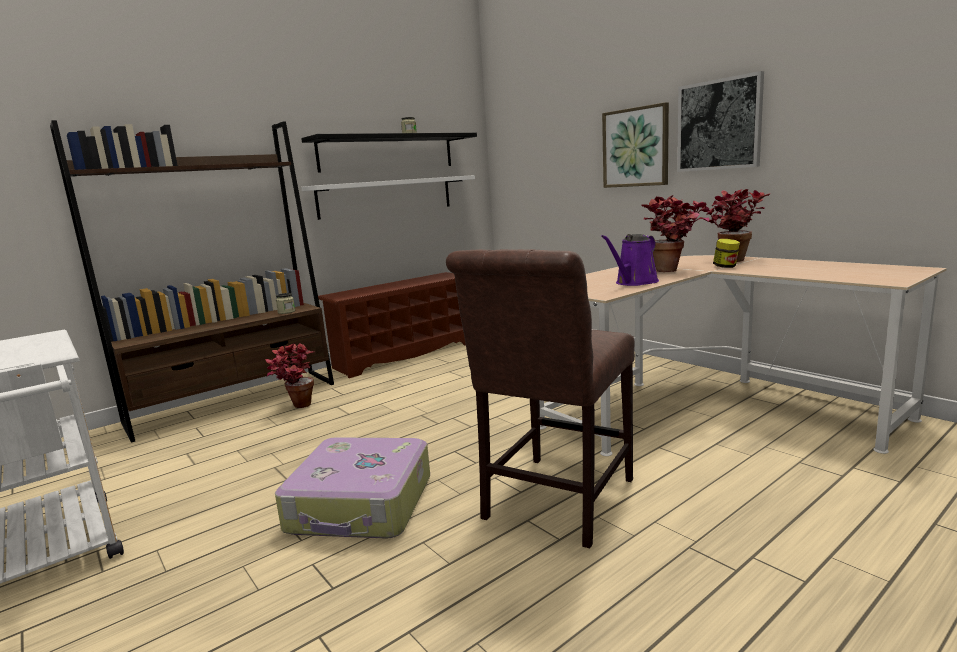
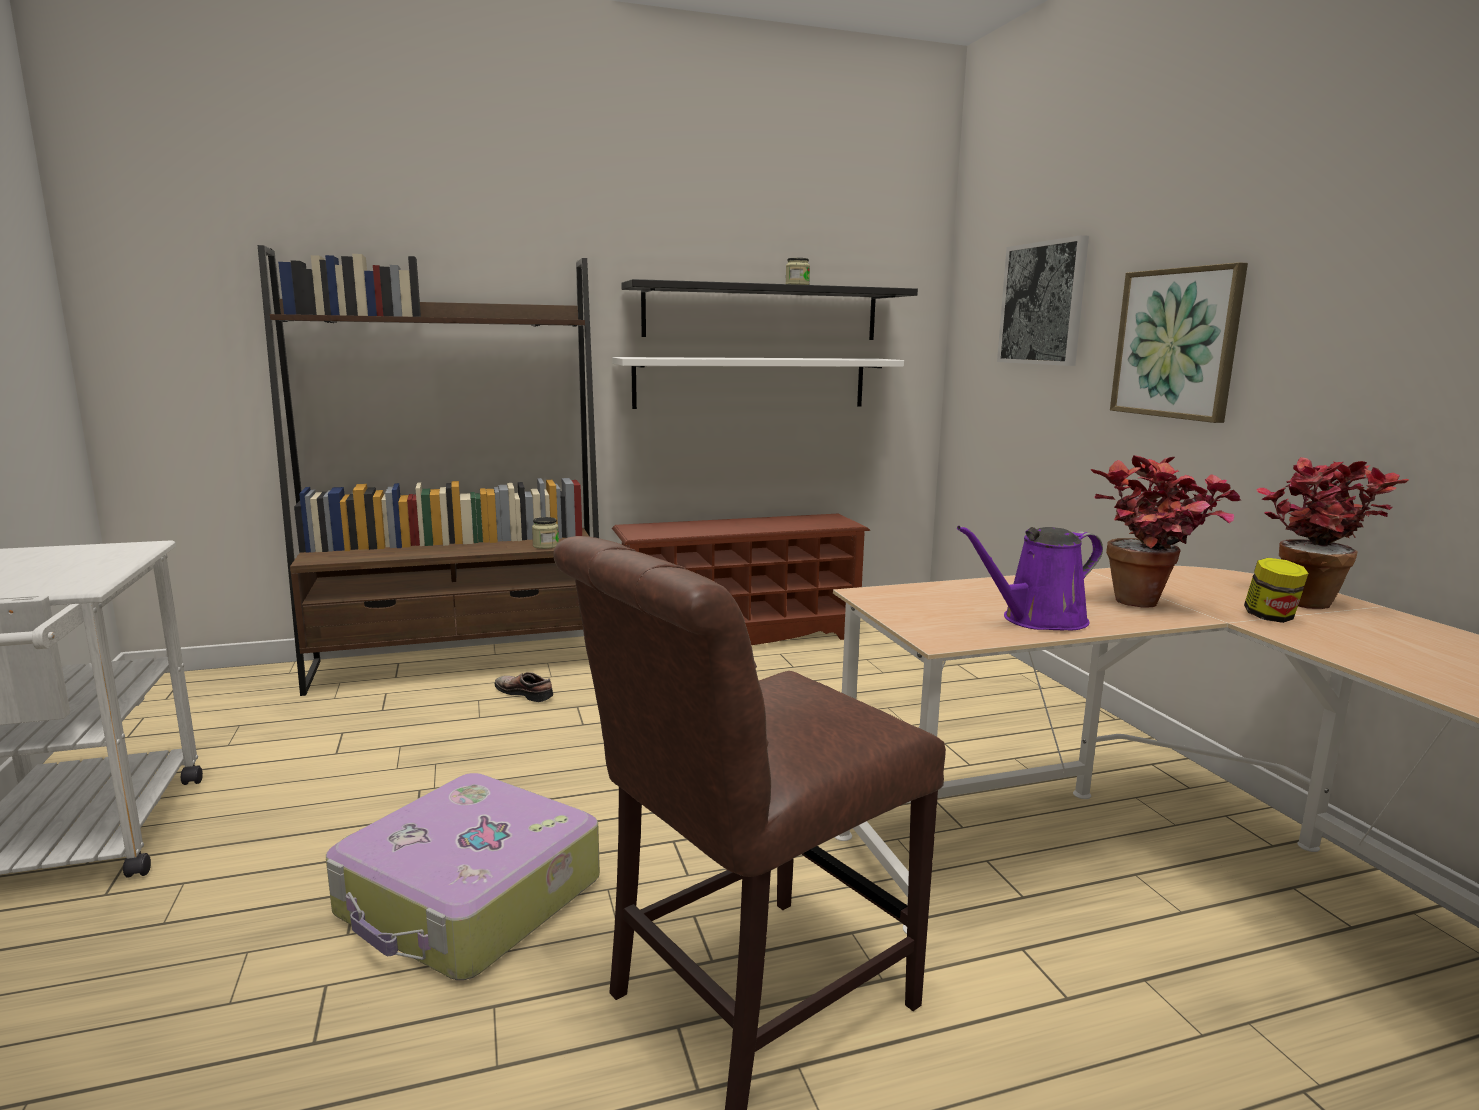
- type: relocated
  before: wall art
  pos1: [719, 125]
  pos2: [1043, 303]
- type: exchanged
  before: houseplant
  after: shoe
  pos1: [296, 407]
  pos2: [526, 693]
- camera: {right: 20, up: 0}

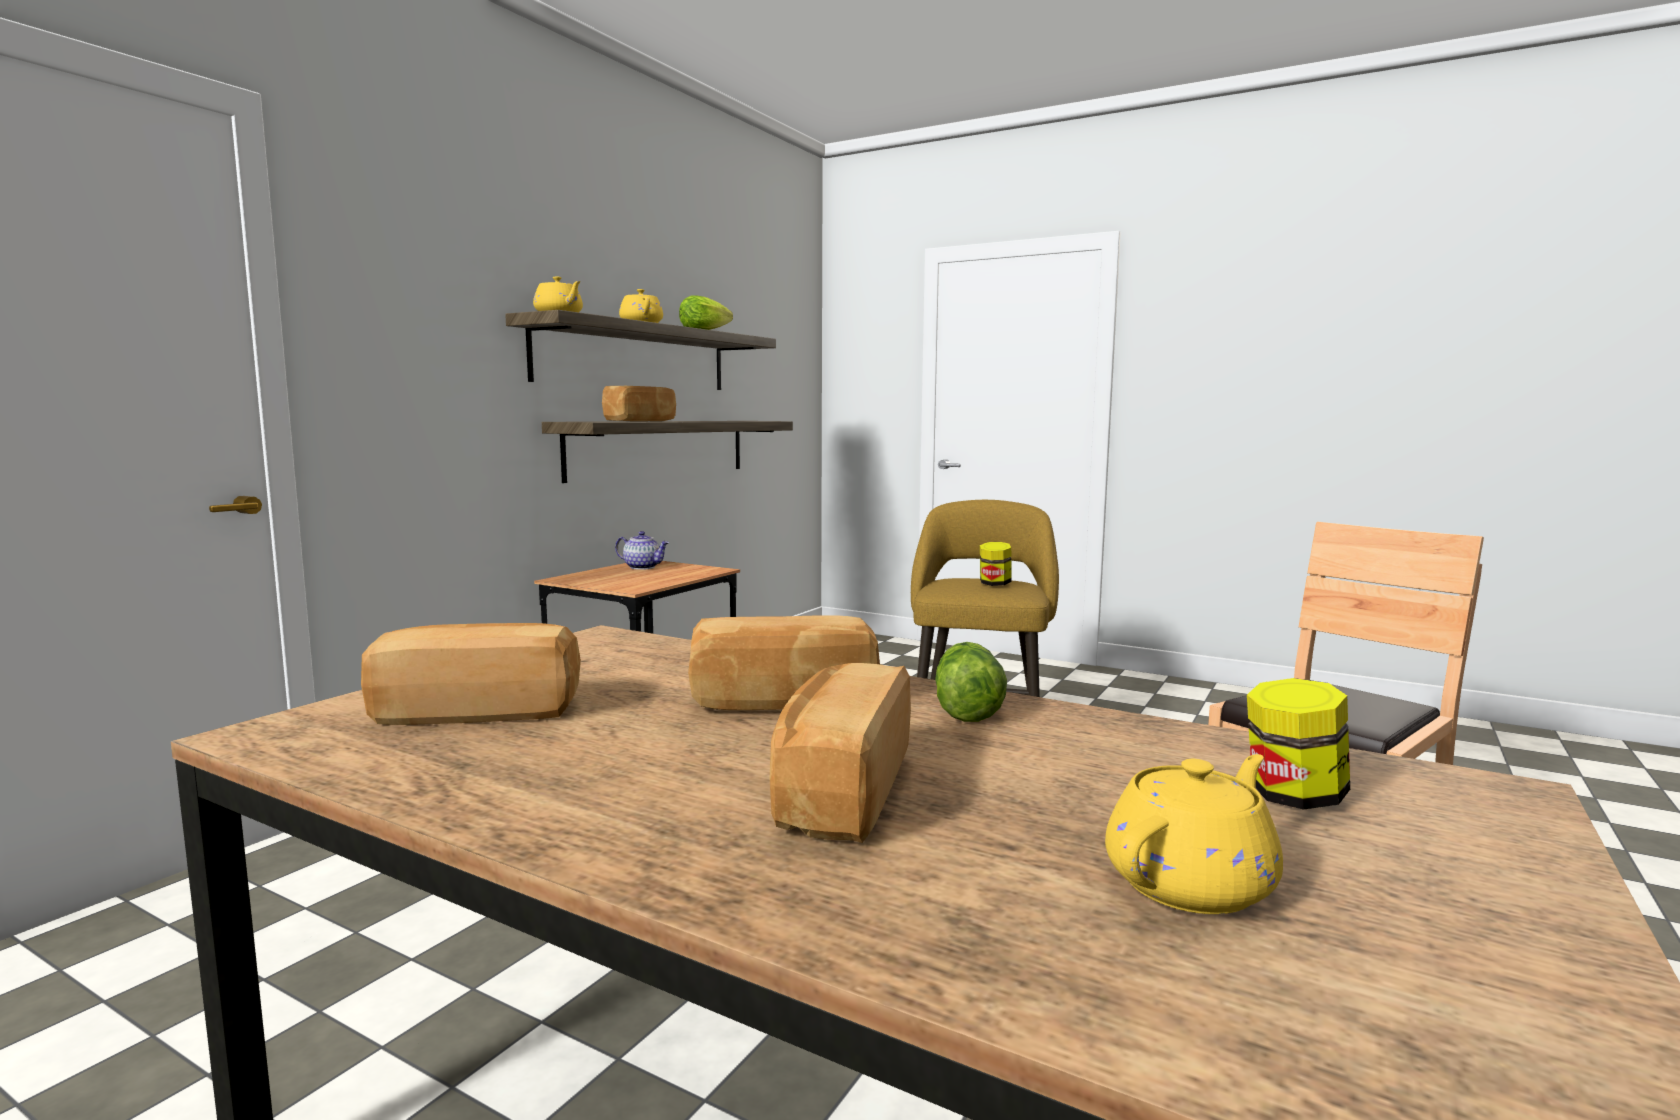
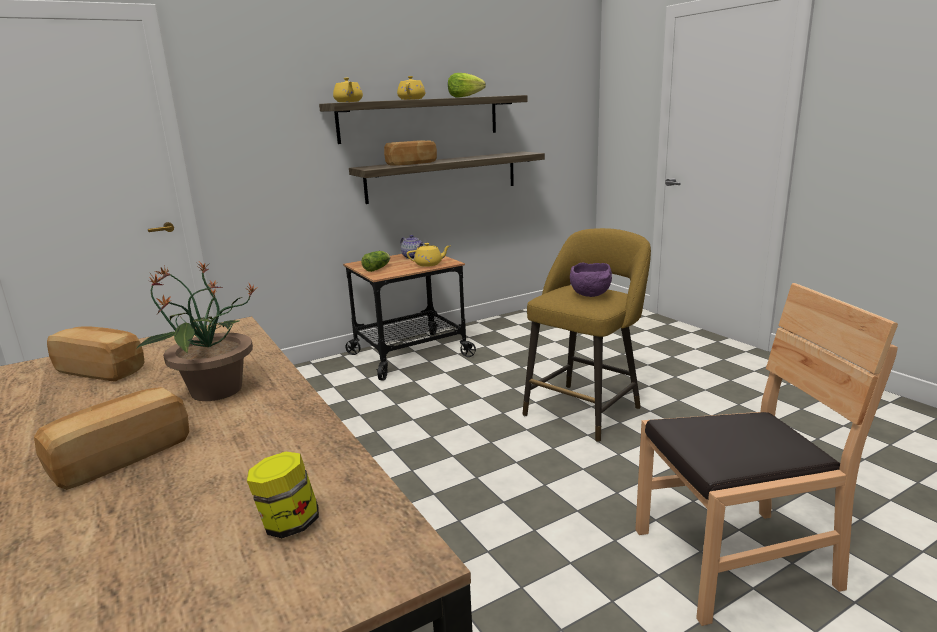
- type: exchanged
  before: preserve jar
  after: deep dish (purple-coloured)
  pos1: [994, 584]
  pos2: [591, 295]
- type: exchanged
  before: baked bread
  after: houseplant
  pos1: [784, 702]
  pos2: [214, 390]
- type: relocated
  before: lettuce head
  pos1: [967, 707]
  pos2: [378, 268]
- type: relocated
  before: pot for tea (yellowish)
  pos1: [1192, 883]
  pos2: [429, 264]
- camera: {right: 30, up: 10}

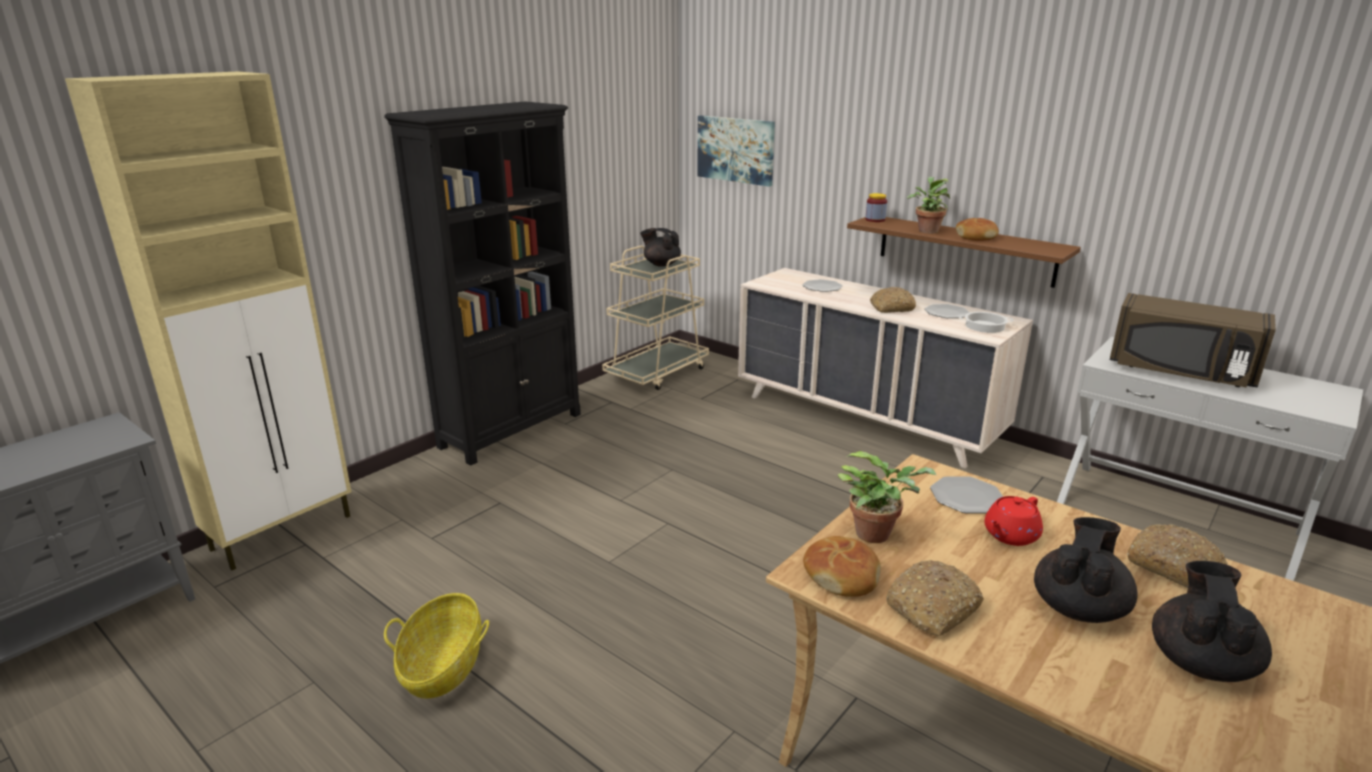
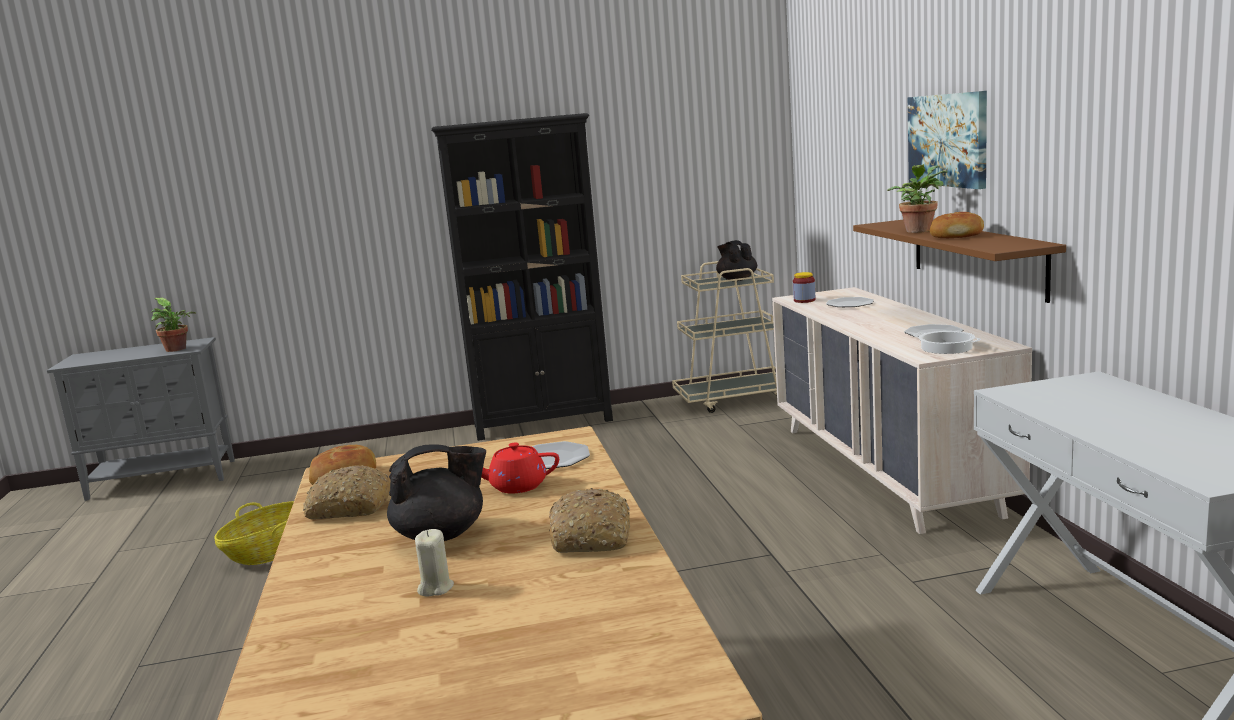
- type: missing
  before: storage cabinet (sand-coloured)
  pos1: [284, 532]
- type: relocated
  before: wall art
  pos1: [736, 150]
  pos2: [948, 140]
- type: relocated
  before: preserve jar
  pos1: [875, 220]
  pos2: [804, 300]
- type: missing
  before: baked bread
  pos1: [891, 308]
- type: missing
  before: microwave oven (brown-coloured)
  pos1: [1180, 371]
- type: relocated
  before: houseplant
  pos1: [877, 534]
  pos2: [177, 349]
- type: exchanged
  before: pot for tea (black)
  after: wax candle (sand-coloured)
  pos1: [1200, 662]
  pos2: [435, 588]
- camera: {right: 40, up: -10}

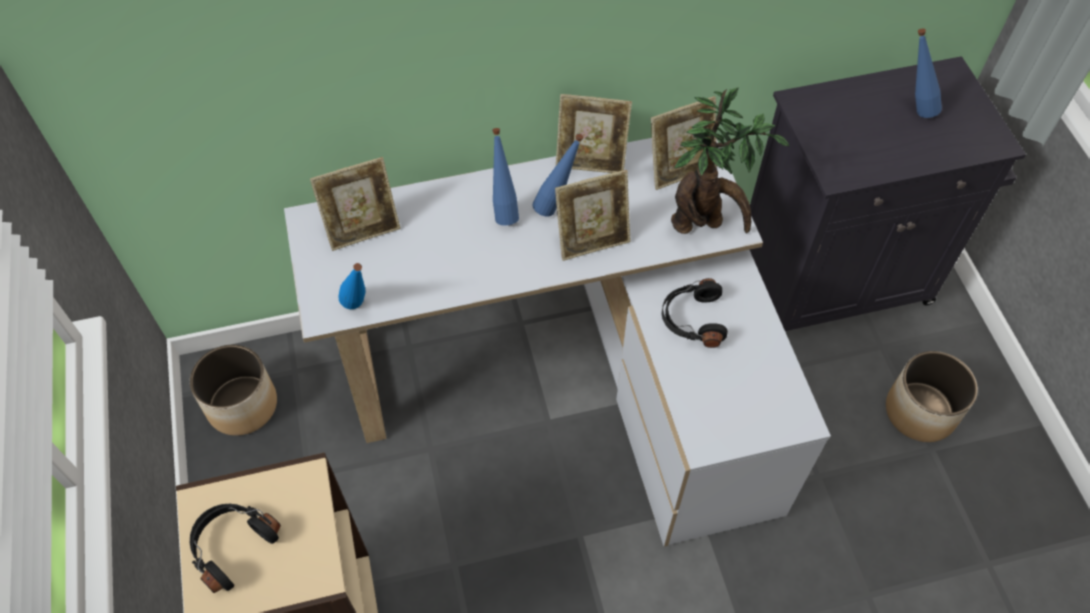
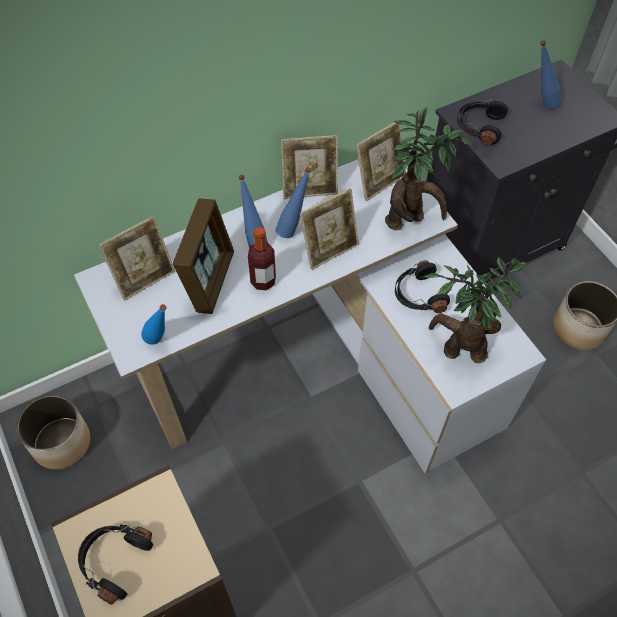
- type: appeared
  after: pair of headphones (black)
  pos2: [479, 127]
- type: appeared
  after: standing frame
  pos2: [210, 280]
- type: appeared
  after: drink bottle
  pos2: [263, 281]
- type: appeared
  after: houseplant
  pos2: [459, 348]
- camera: {right: -15, up: 0}

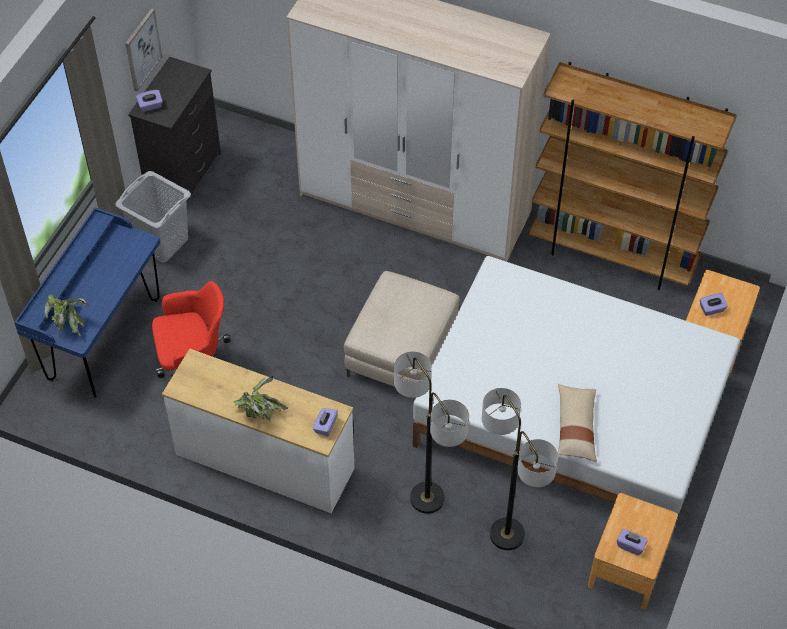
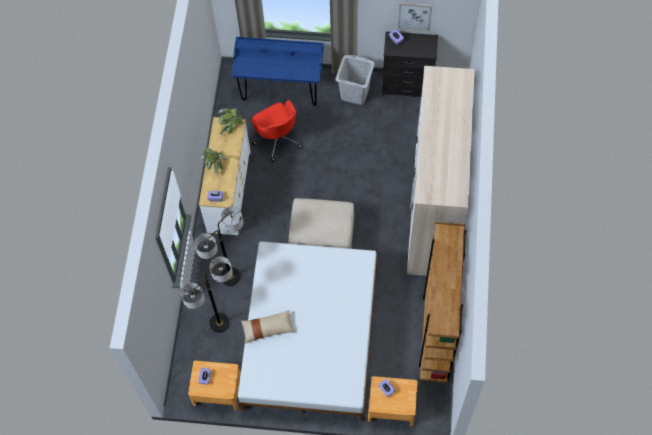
- type: relocated
  before: houseplant
  pos1: [69, 322]
  pos2: [231, 126]
- camera: {right: 75, up: 10}

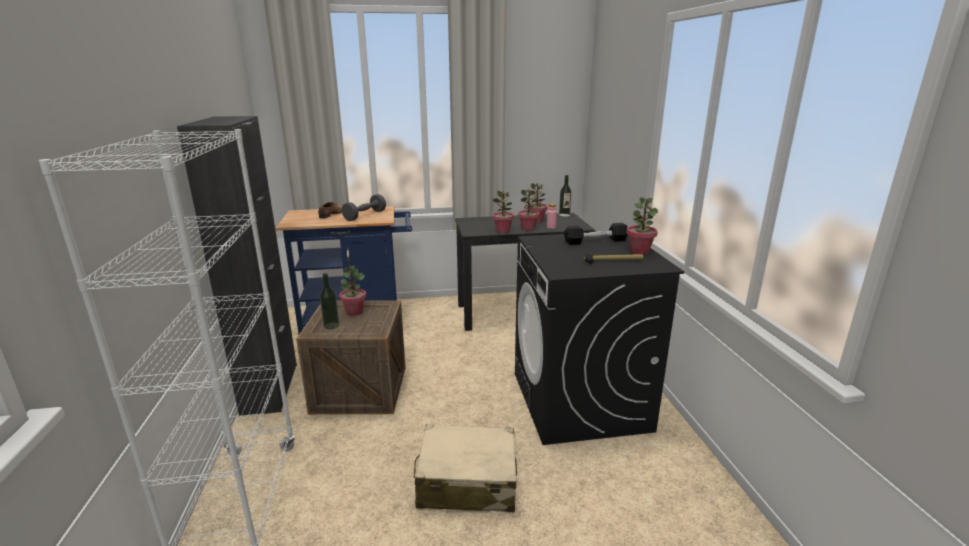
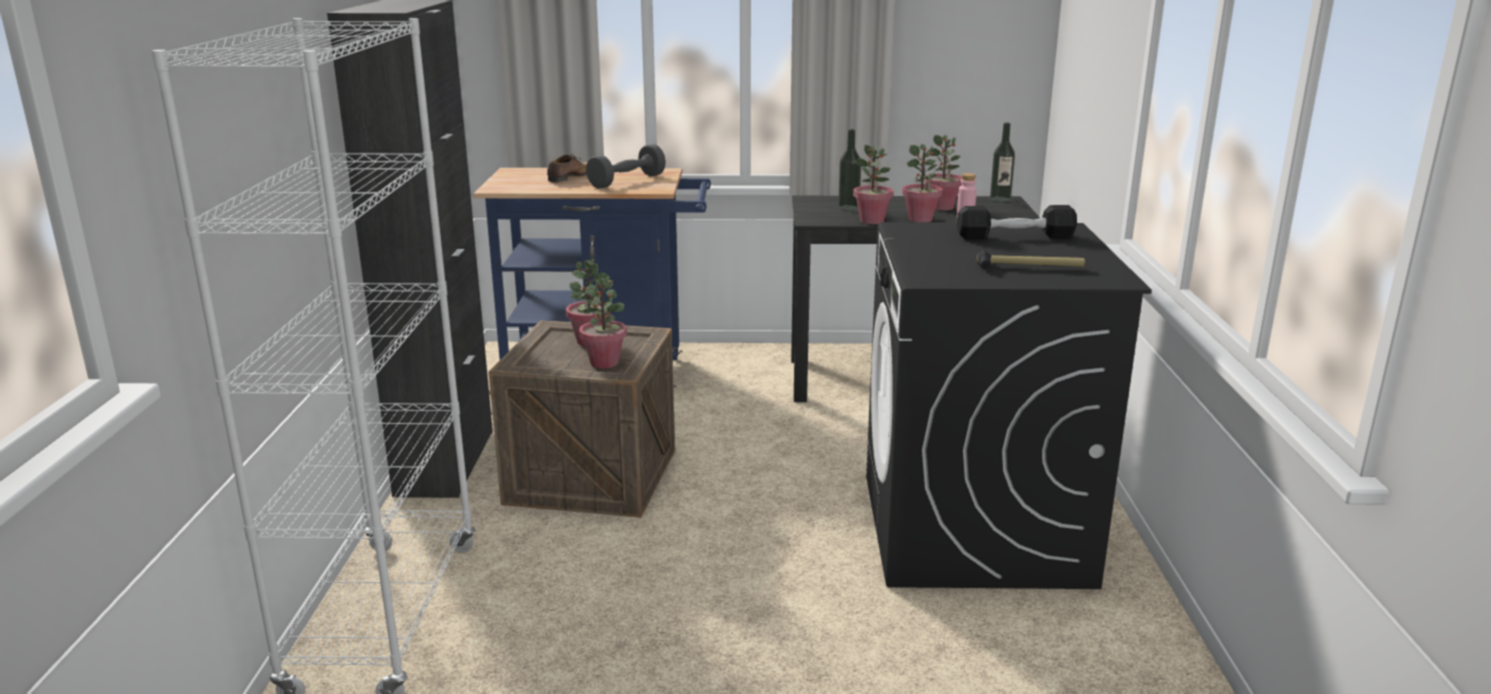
- type: relocated
  before: houseplant
  pos1: [639, 252]
  pos2: [604, 363]
- type: relocated
  before: drink bottle
  pos1: [331, 326]
  pos2: [848, 208]
- type: missing
  before: travel case (sand-coloured)
  pos1: [466, 481]
- camera: {right: 10, up: 0}

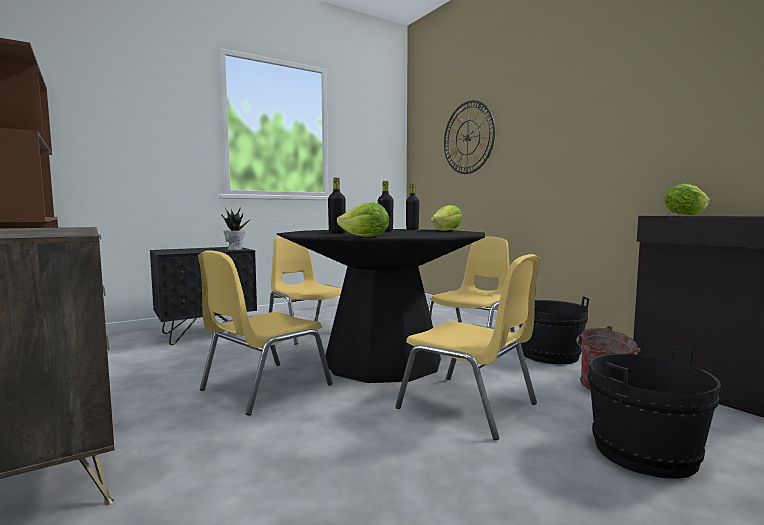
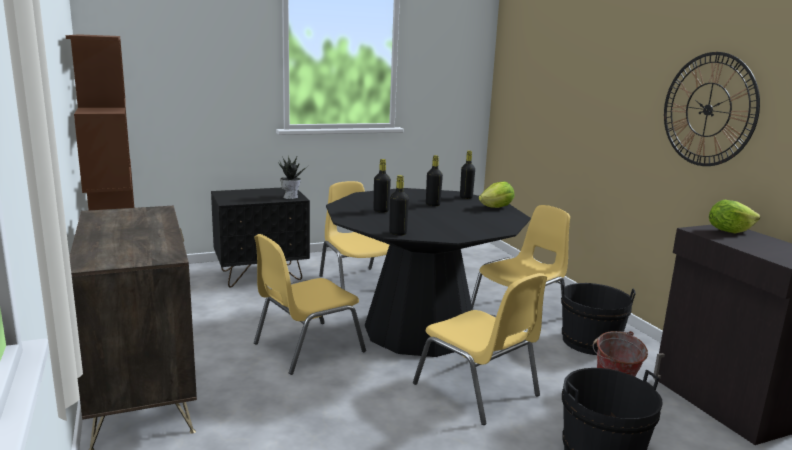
- type: relocated
  before: hanging clock
  pos1: [468, 137]
  pos2: [708, 110]
- type: exchanged
  before: lettuce head
  after: drink bottle (black)
  pos1: [365, 237]
  pos2: [397, 233]
- camera: {right: 10, up: 10}

